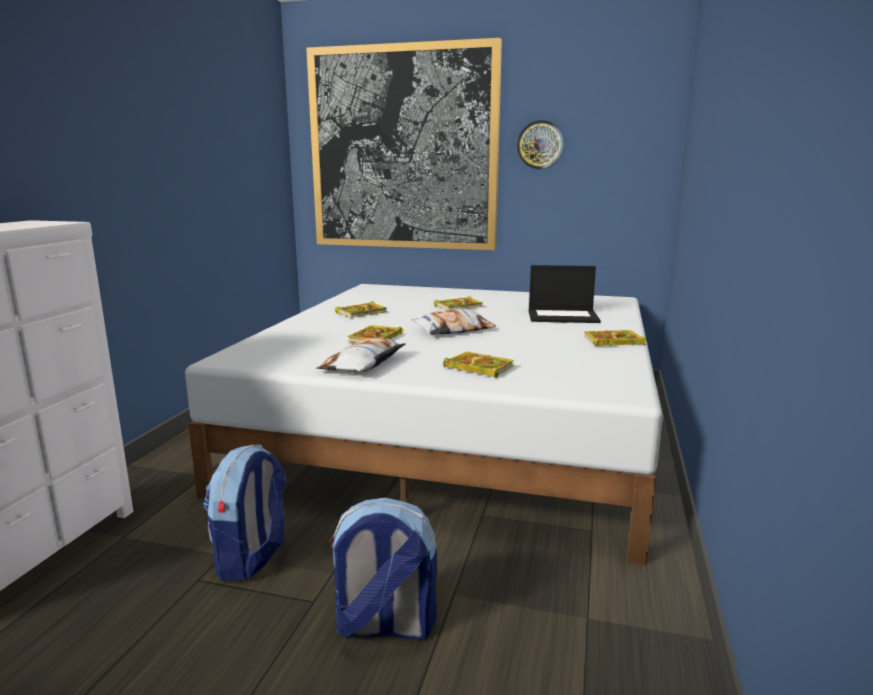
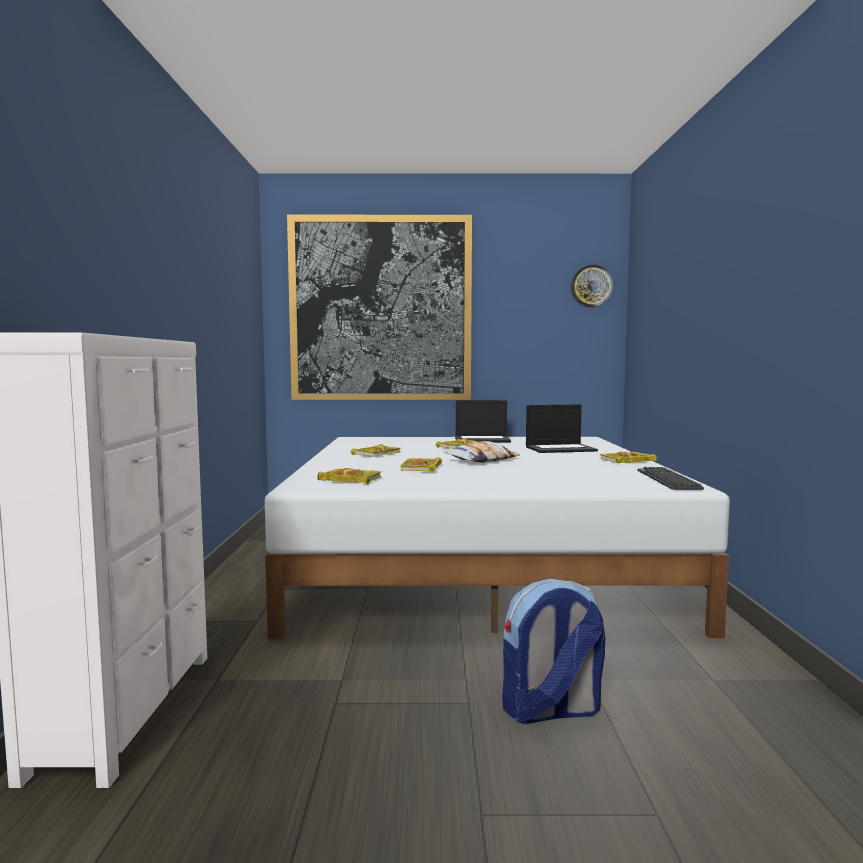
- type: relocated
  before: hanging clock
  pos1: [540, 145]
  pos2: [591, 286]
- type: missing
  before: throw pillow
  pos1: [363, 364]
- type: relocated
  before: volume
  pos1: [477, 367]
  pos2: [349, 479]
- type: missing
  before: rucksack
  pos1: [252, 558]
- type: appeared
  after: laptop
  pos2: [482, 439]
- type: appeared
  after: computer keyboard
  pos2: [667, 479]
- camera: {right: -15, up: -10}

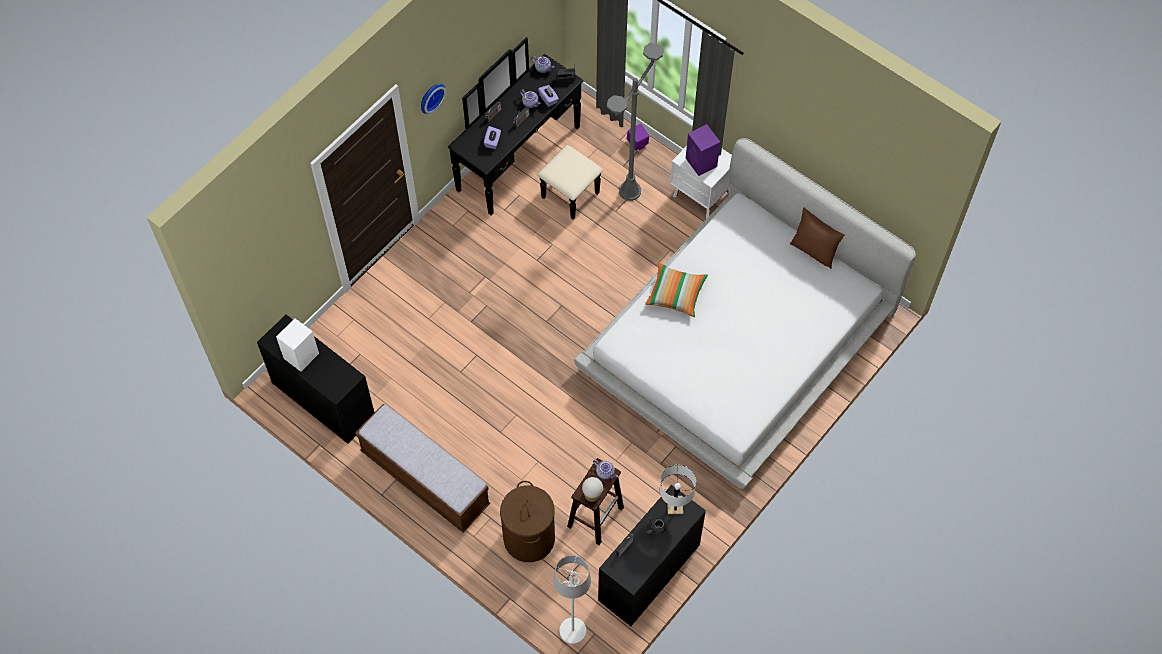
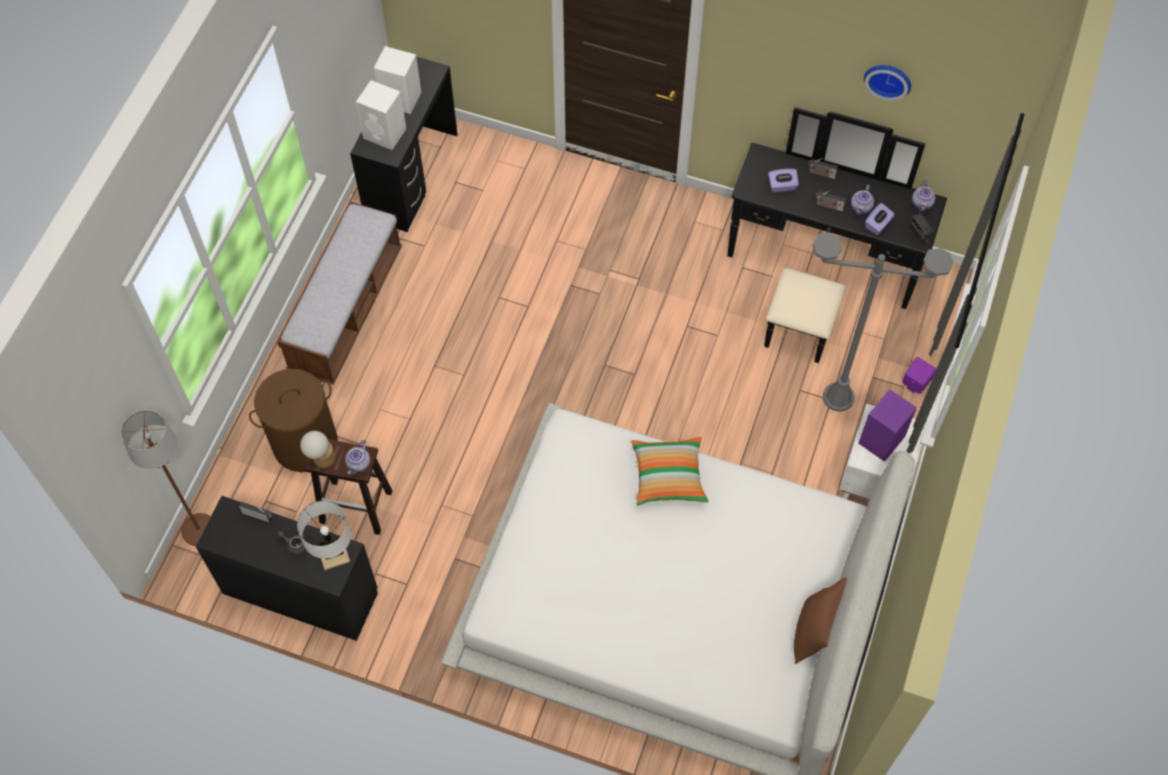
- type: relocated
  before: hanging clock
  pos1: [430, 97]
  pos2: [888, 79]
- type: colour
  before: floor lamp (white)
  after: floor lamp (brown-coloured)
  pos1: [572, 631]
  pos2: [198, 530]
- type: appeared
  after: speaker (white)
  pos2: [385, 134]
- camera: {right: 70, up: 0}

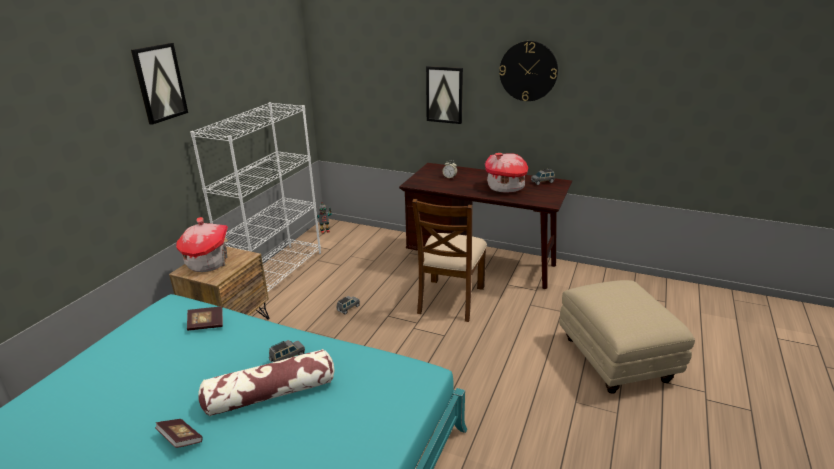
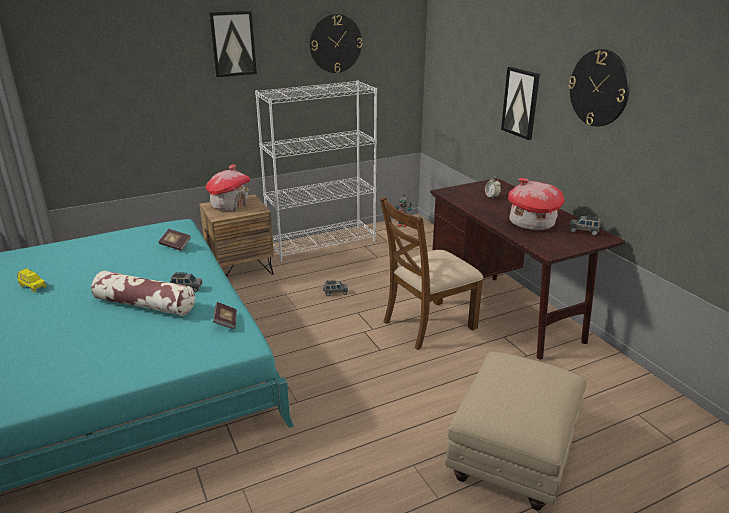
- type: relocated
  before: volume
  pos1: [180, 439]
  pos2: [226, 322]
- type: appeared
  after: hanging clock
  pos2: [335, 43]
- type: appeared
  after: toy car (yellowish)
  pos2: [32, 286]
- camera: {right: 40, up: 0}

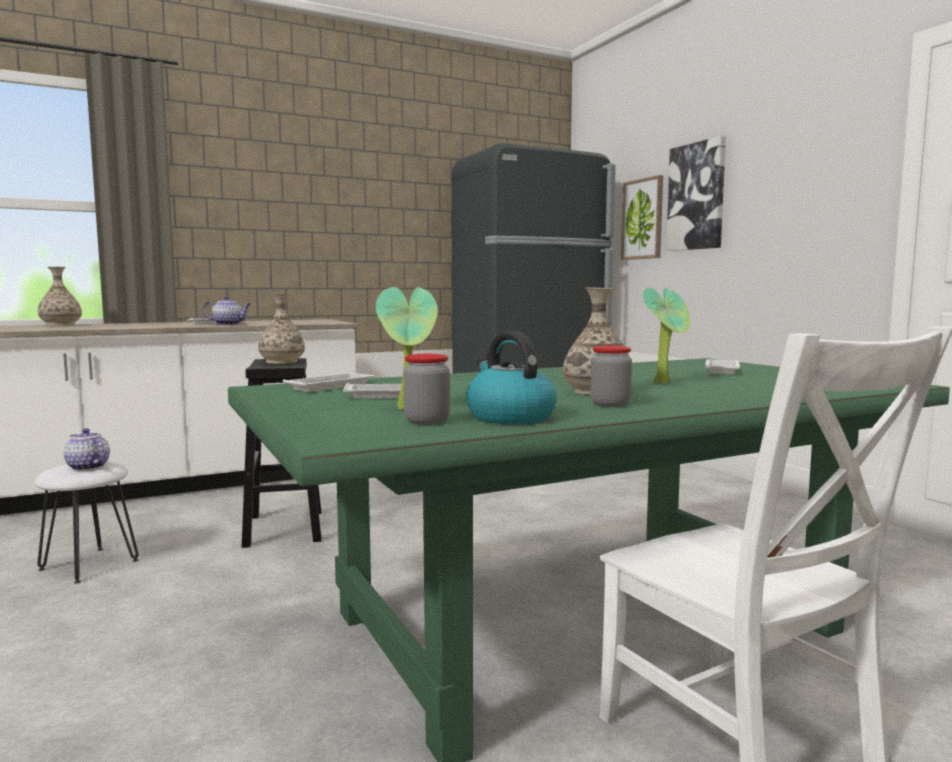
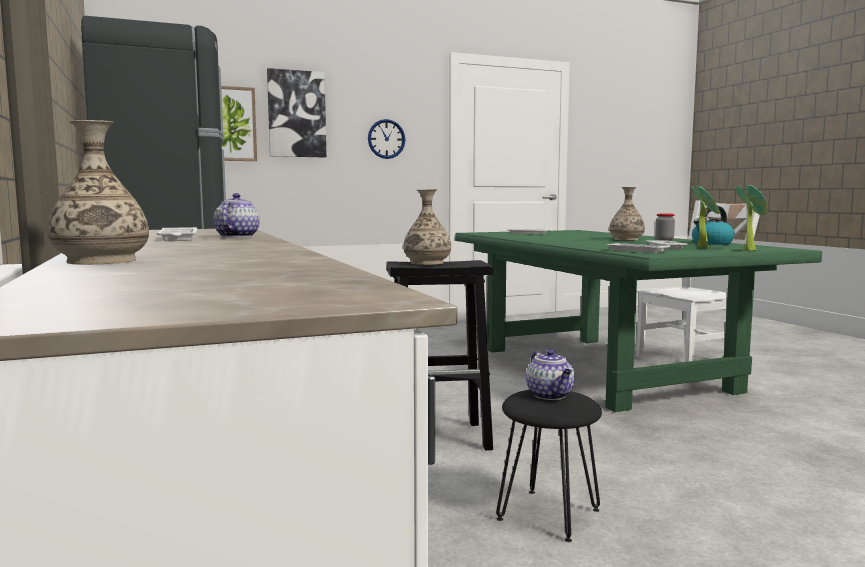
- type: relocated
  before: houseplant
  pos1: [665, 382]
  pos2: [750, 250]
- type: missing
  before: preserve jar
  pos1: [427, 421]
- type: spun
  before: pot for tea
  pos1: [87, 467]
  pos2: [550, 395]
  turn: -60
- type: colour
  before: stool (white)
  after: stool (black)
  pos1: [88, 565]
  pos2: [549, 515]
- type: appeared
  after: hanging clock
  pos2: [386, 139]
- camera: {right: -85, up: 0}

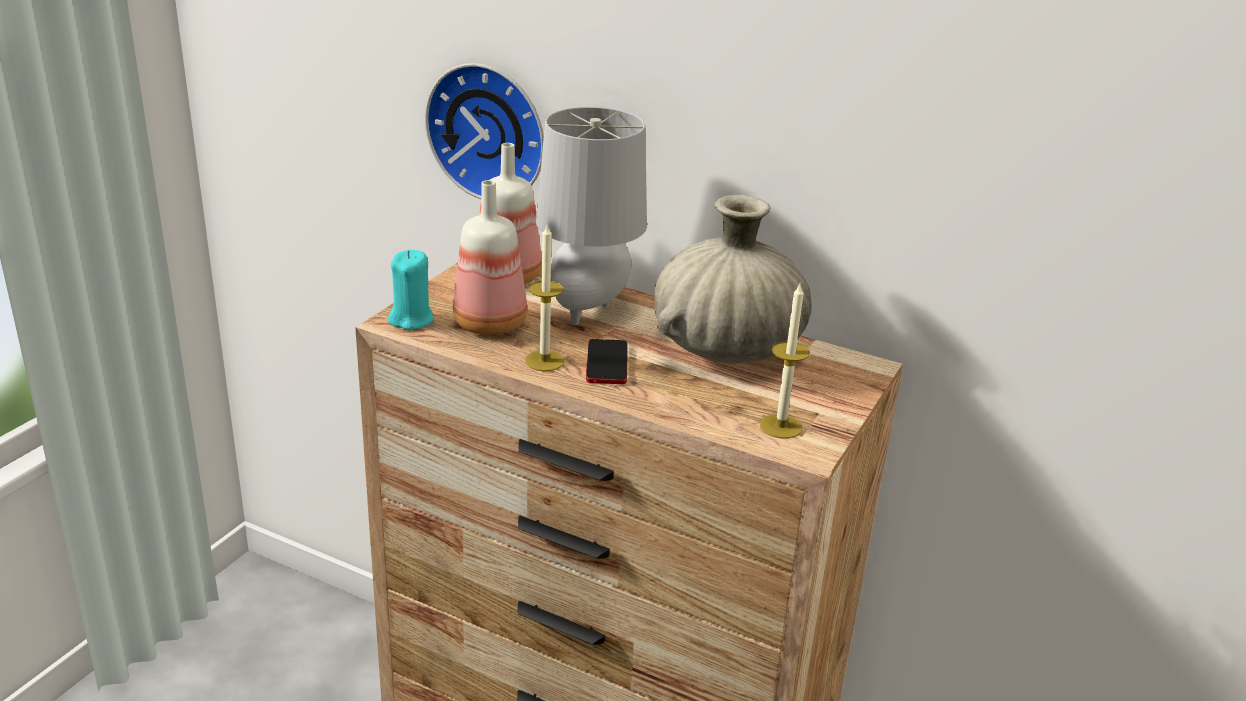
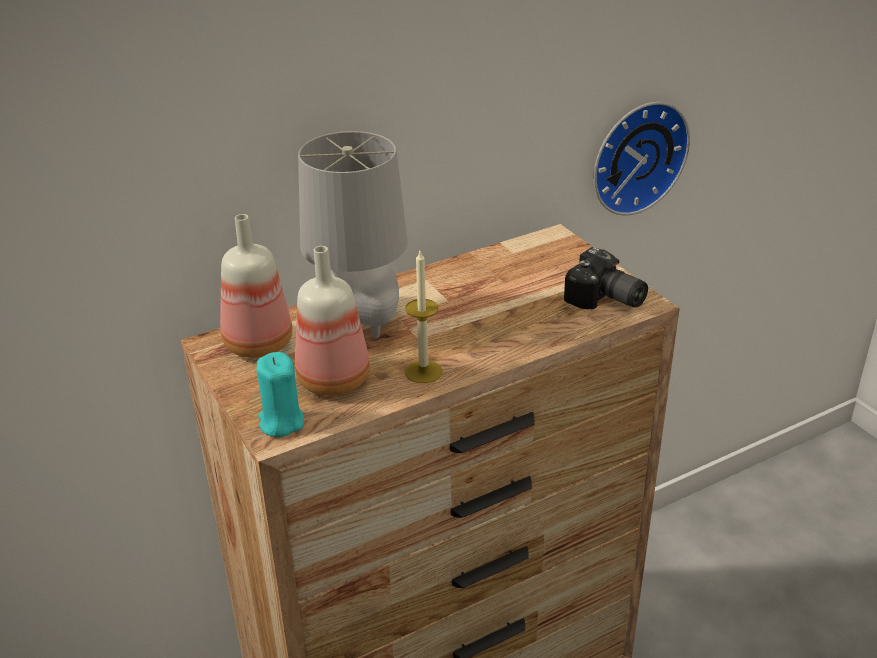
- type: relocated
  before: hanging clock
  pos1: [490, 130]
  pos2: [635, 156]
- type: missing
  before: vase (sand-coloured)
  pos1: [726, 349]
- type: exchanged
  before: wax candle
  after: photo camera
  pos1: [780, 426]
  pos2: [605, 300]
- type: missing
  before: handset
  pos1: [607, 363]
- camera: {right: -55, up: 5}

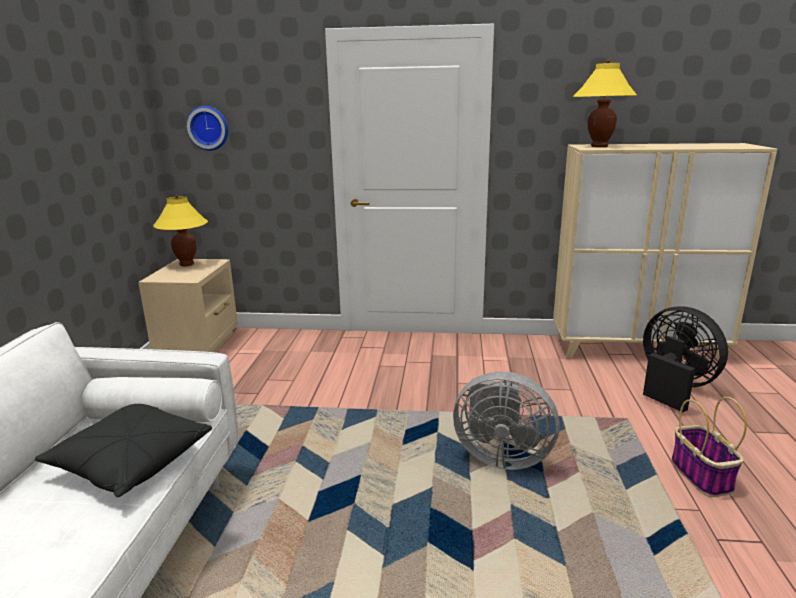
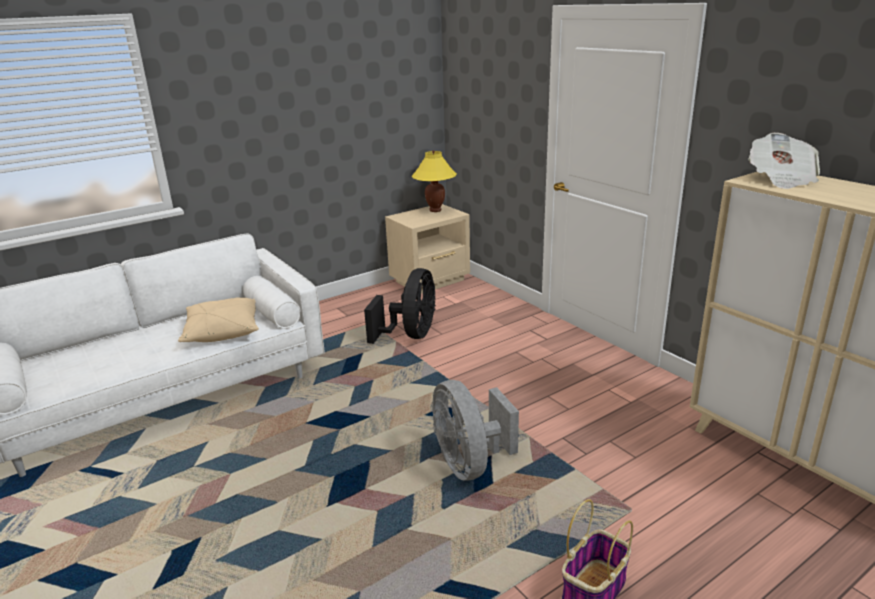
- type: exchanged
  before: table lamp (yellowish)
  after: daily paper
  pos1: [599, 146]
  pos2: [781, 179]
- type: missing
  before: hanging clock
  pos1: [209, 128]
- type: relocated
  before: electric fan (black)
  pos1: [673, 387]
  pos2: [411, 335]
- type: colour
  before: throw pillow (black)
  after: throw pillow (sand-coloured)
  pos1: [130, 463]
  pos2: [222, 331]
- camera: {right: 50, up: 5}

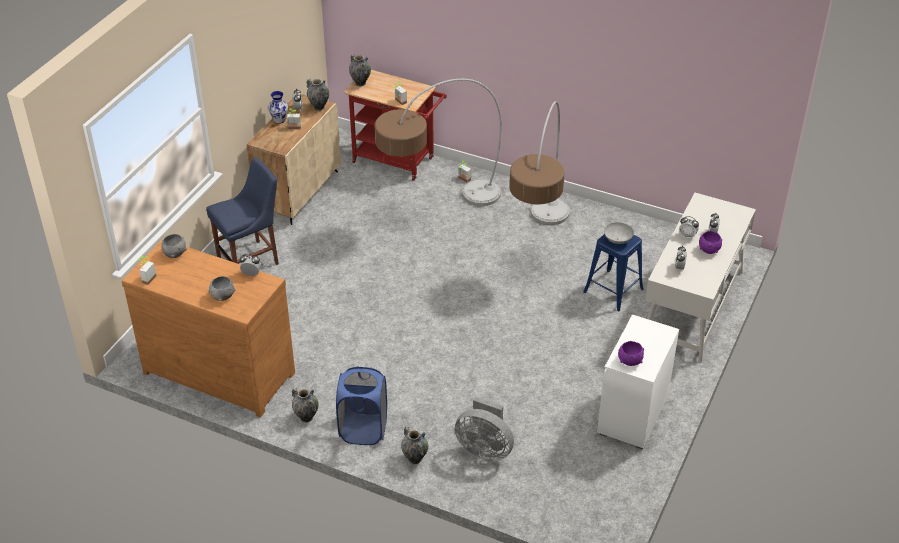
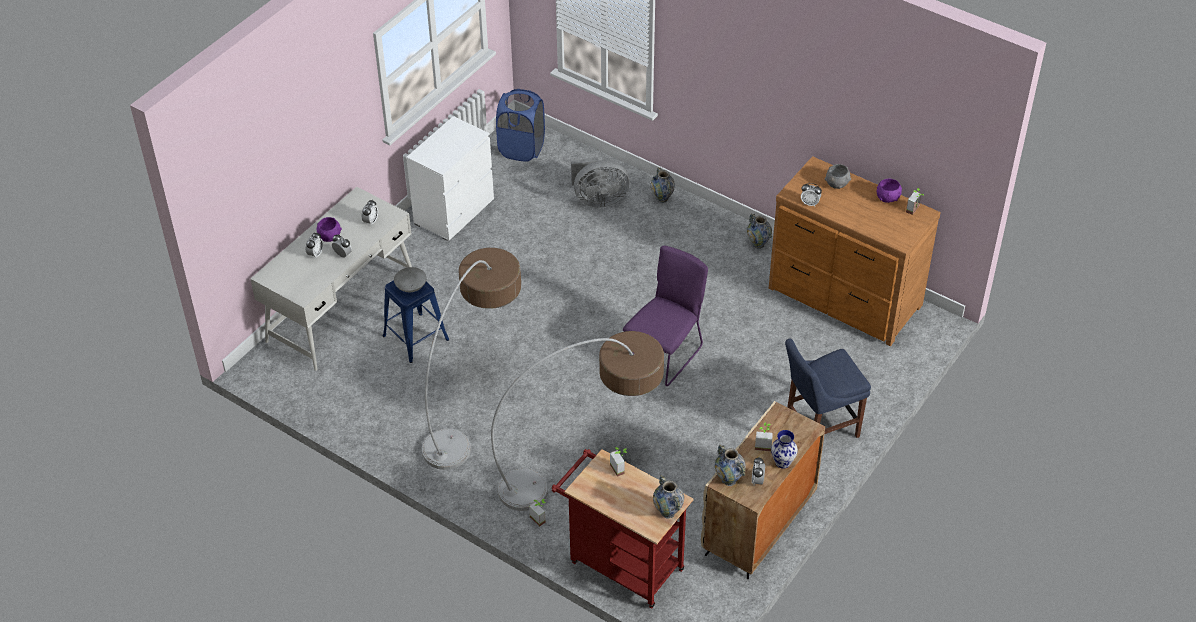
- type: missing
  before: deep dish (grey)
  pos1: [175, 253]
- type: relocated
  before: deep dish (purple-coloured)
  pos1: [629, 360]
  pos2: [888, 198]
- type: relocated
  before: washing basket (blue-coloured)
  pos1: [363, 430]
  pos2: [521, 149]
- type: spun
  before: electric fan (grey)
  pos1: [484, 448]
  pos2: [598, 199]
  turn: 135
- type: appeared
  after: chair (purple-coloured)
  pos2: [665, 353]
- camera: {right: -170, up: 5}

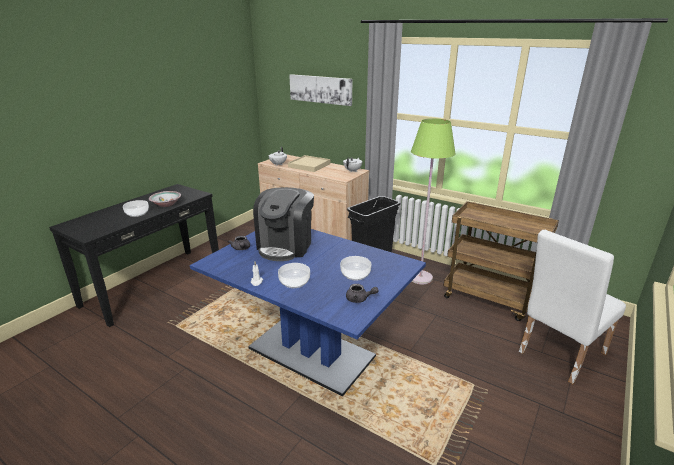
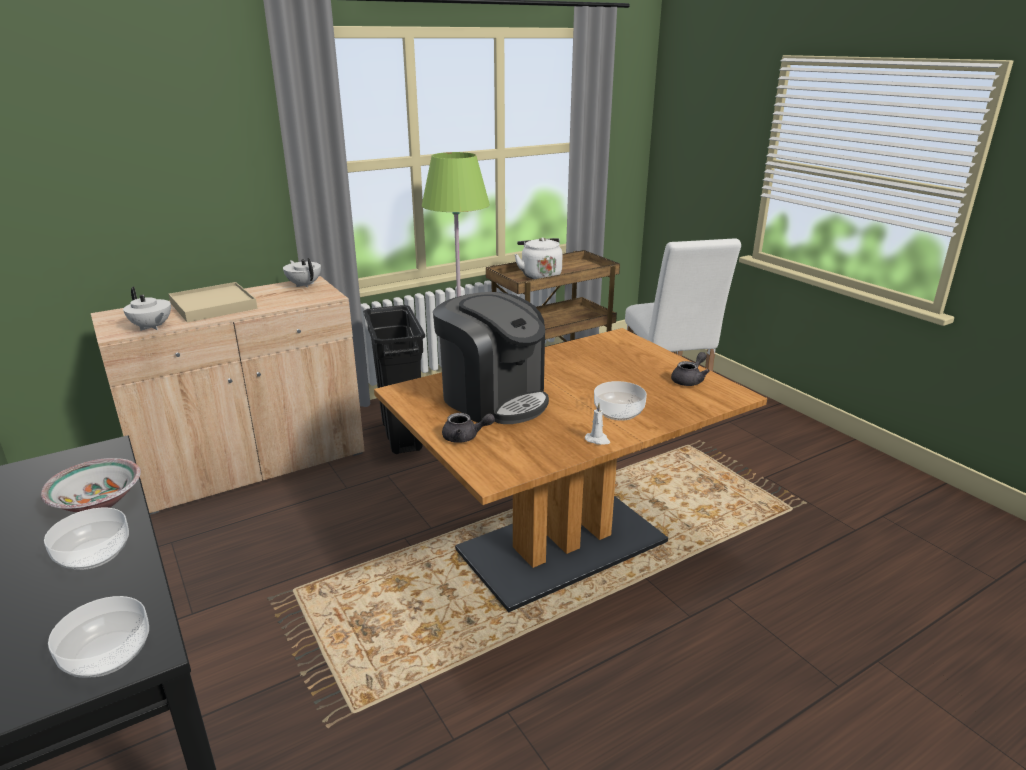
- type: missing
  before: wall art
  pos1: [320, 89]
- type: colour
  before: kitchen table (blue-coloured)
  after: kitchen table (brown-coloured)
  pos1: [311, 353]
  pos2: [562, 546]
- type: relocated
  before: deep dish
  pos1: [355, 274]
  pos2: [108, 653]
- type: appeared
  after: water kettle (white)
  pos2: [539, 275]
- camera: {right: -65, up: 0}

